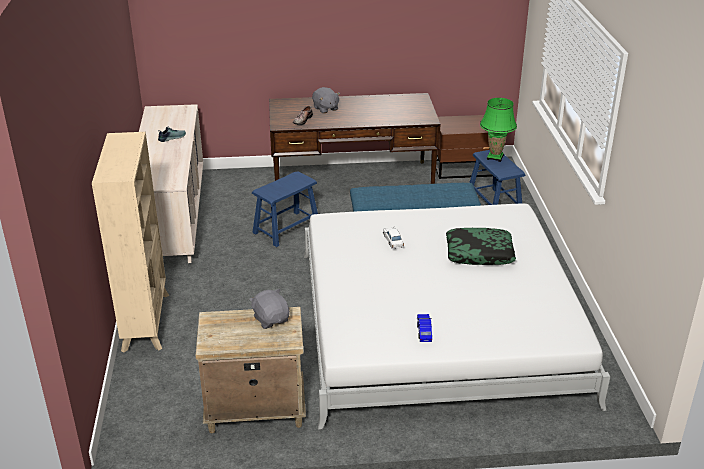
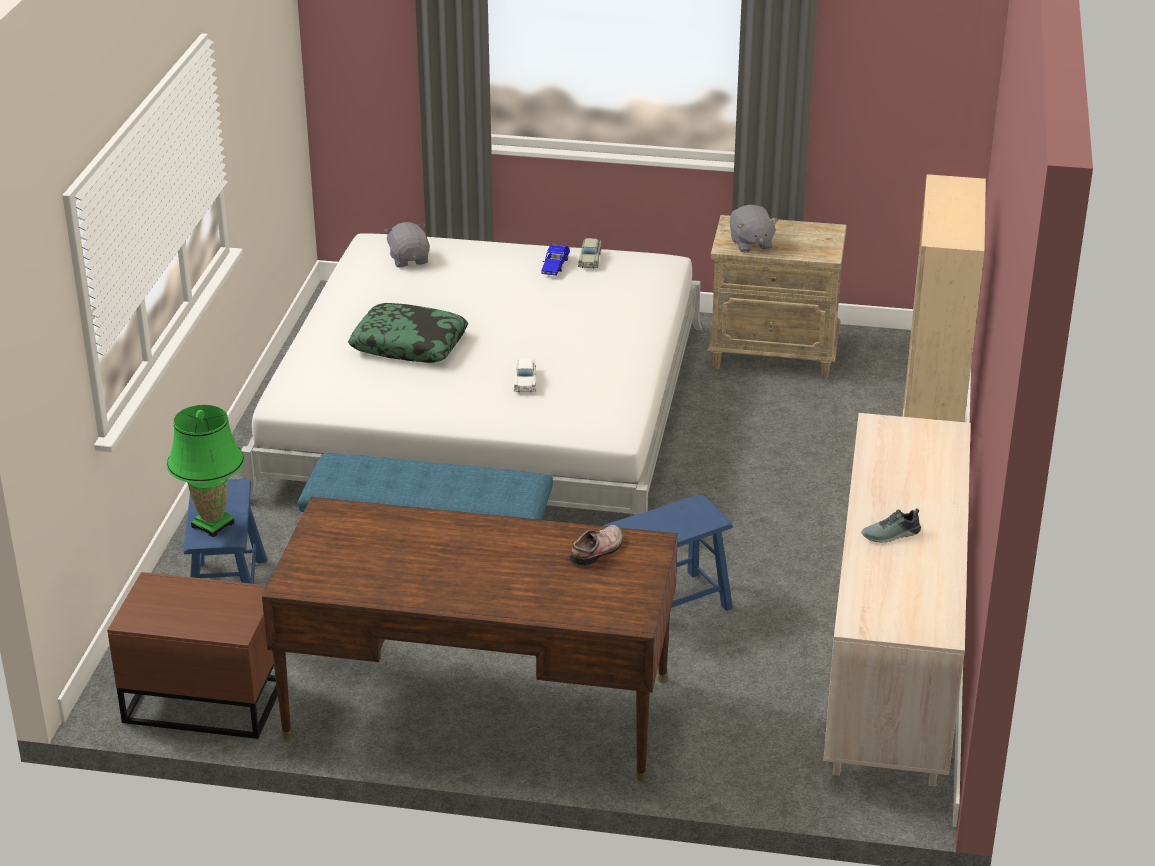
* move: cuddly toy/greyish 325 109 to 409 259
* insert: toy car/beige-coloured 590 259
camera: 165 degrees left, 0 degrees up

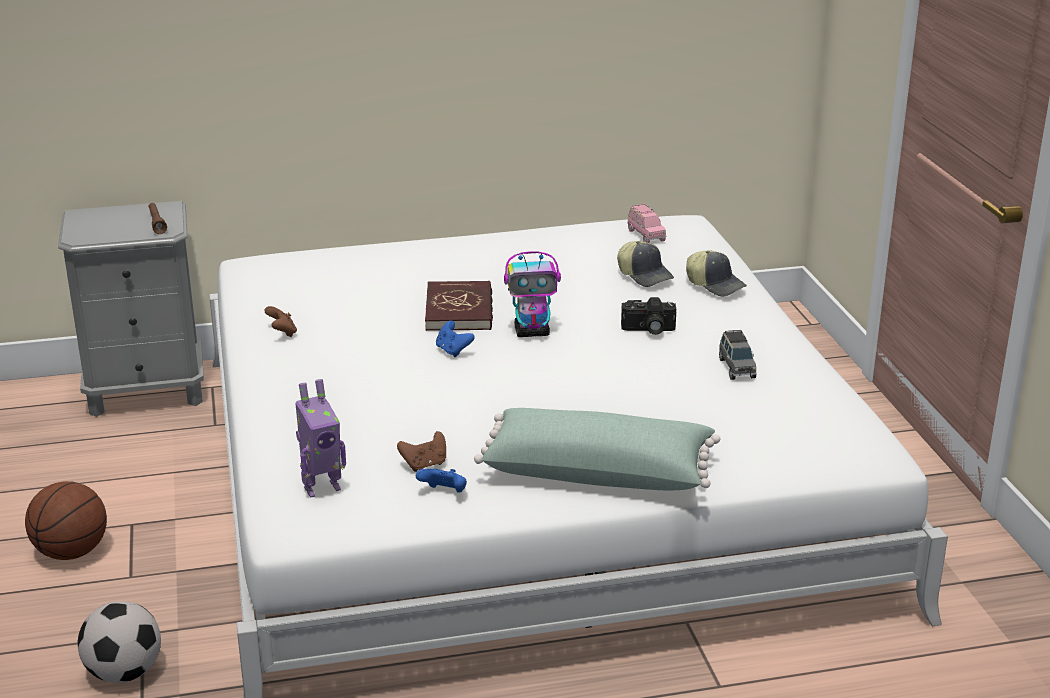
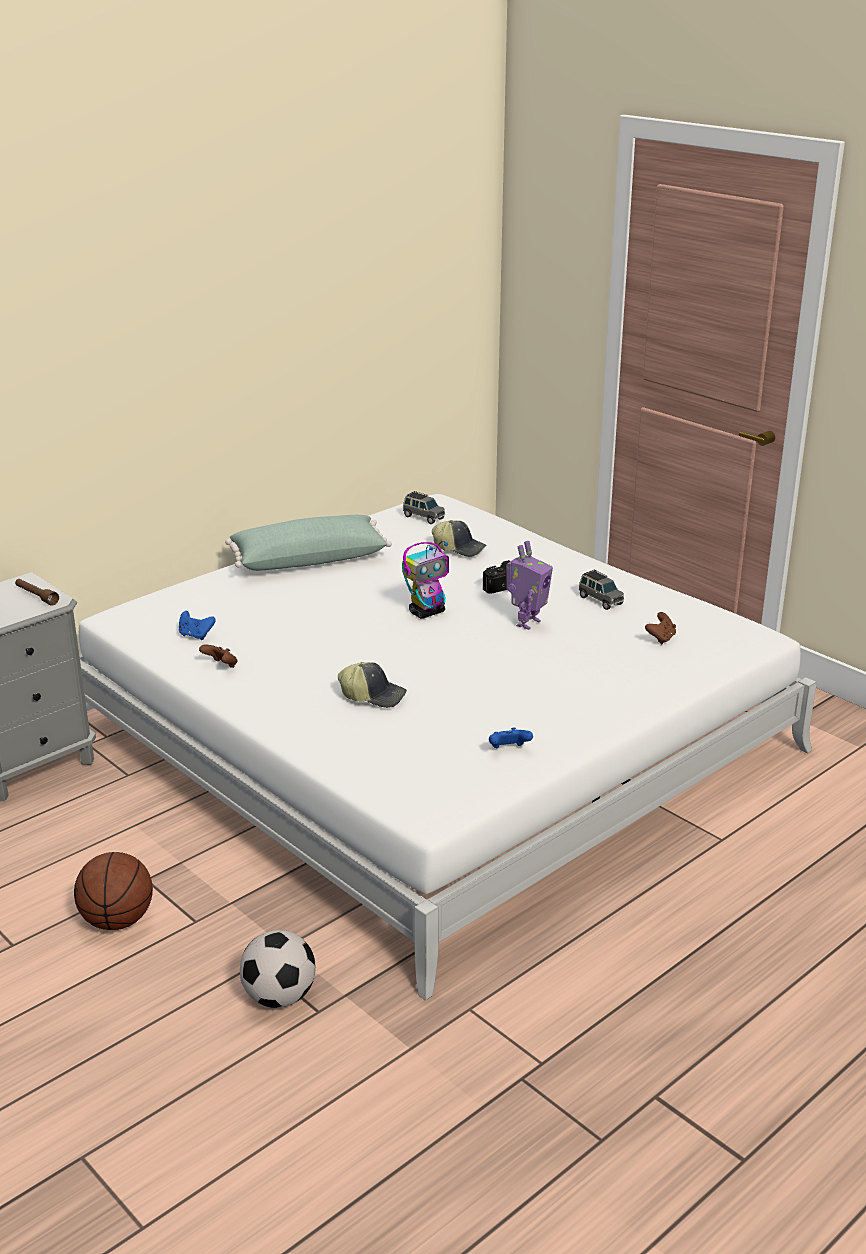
* move: gamepad/blue 453 351 to 196 635
* move: pillow/greenish 598 472 to 308 559
* move: cap 715 285 to 373 695
* recolor: toy car/pinkish 646 235 to toy car/greyish 423 517
* move: robot figure 321 487 to 527 623
* move: gamepad/brown 425 465 to 661 638
* delete: book/red-coloured 459 310
camera: 30 degrees left, 0 degrees up

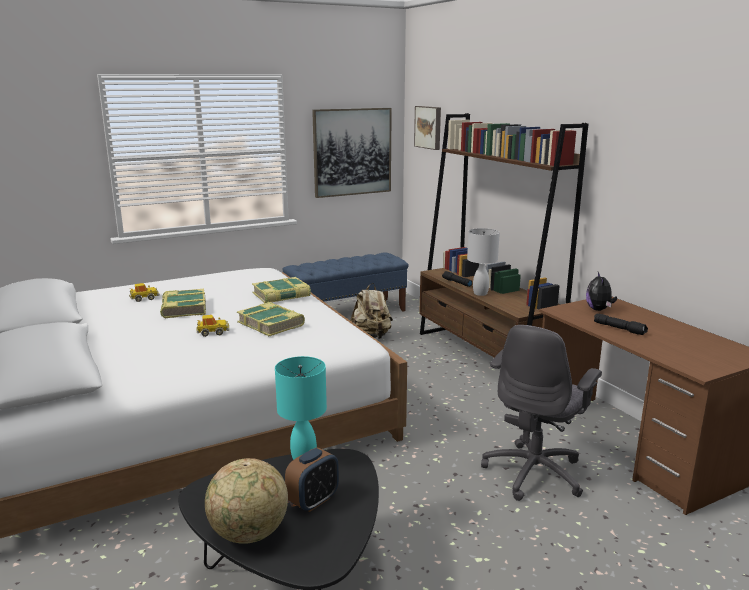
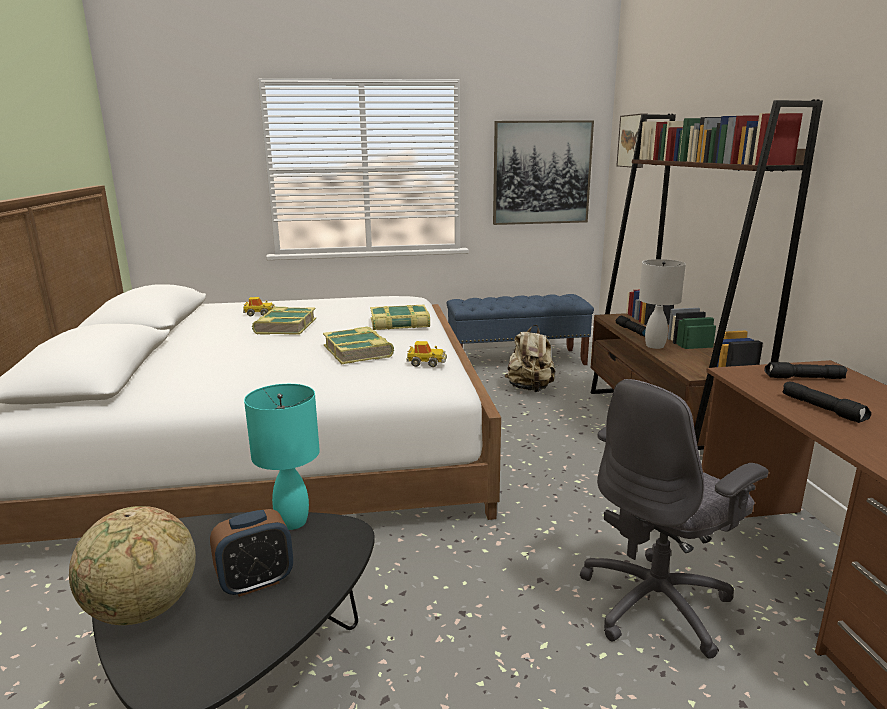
* move: toy car 213 332 to 426 363
* replace: cuddly toy 599 309 to flashlight/black 803 378
camera: 20 degrees right, 0 degrees up

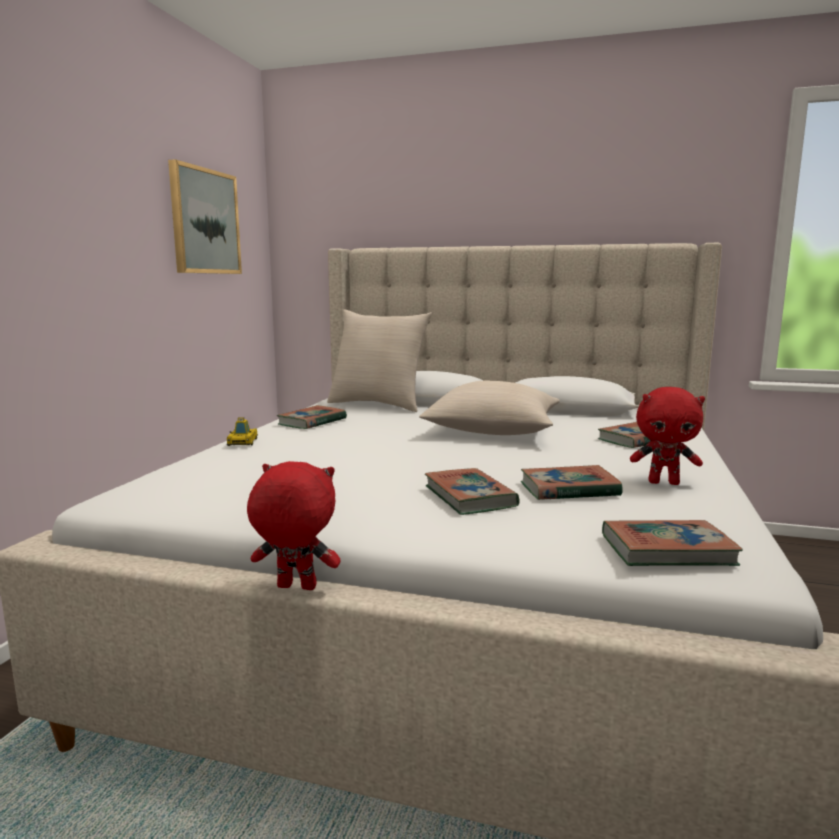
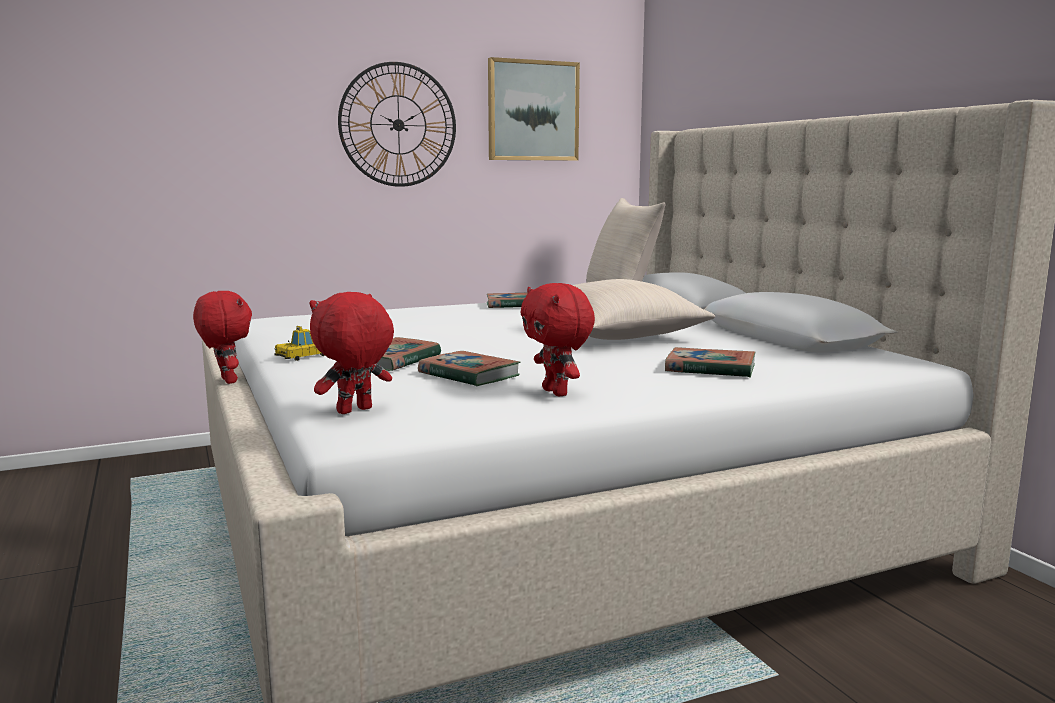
* move: toy car 242 442 to 303 356
* replace: book 667 550 to cuddly toy/red-coloured 355 411
* insert: hanging clock 398 125
camera: 50 degrees right, 0 degrees up

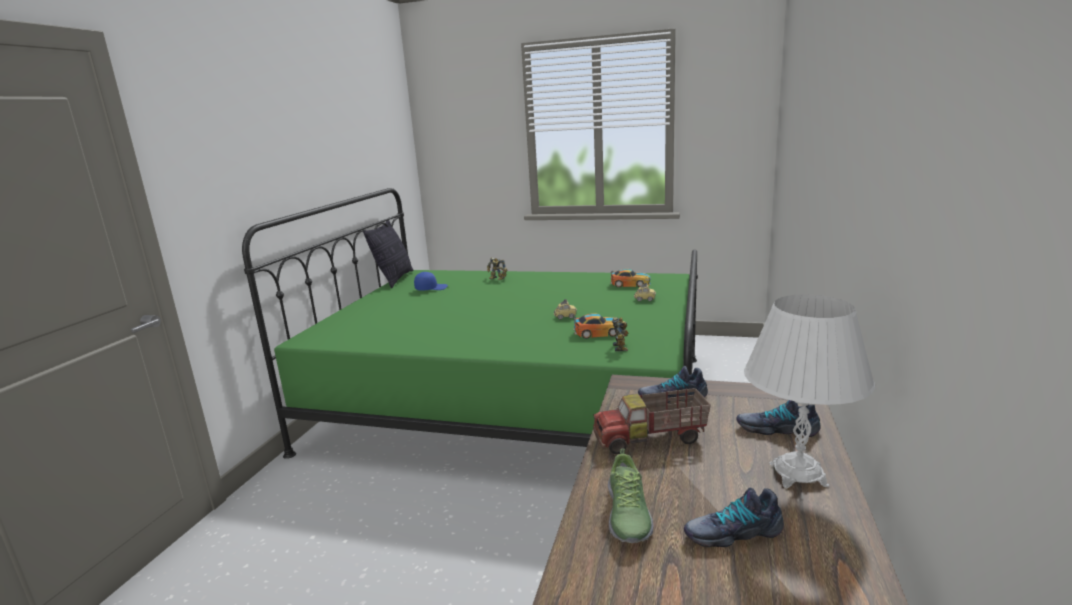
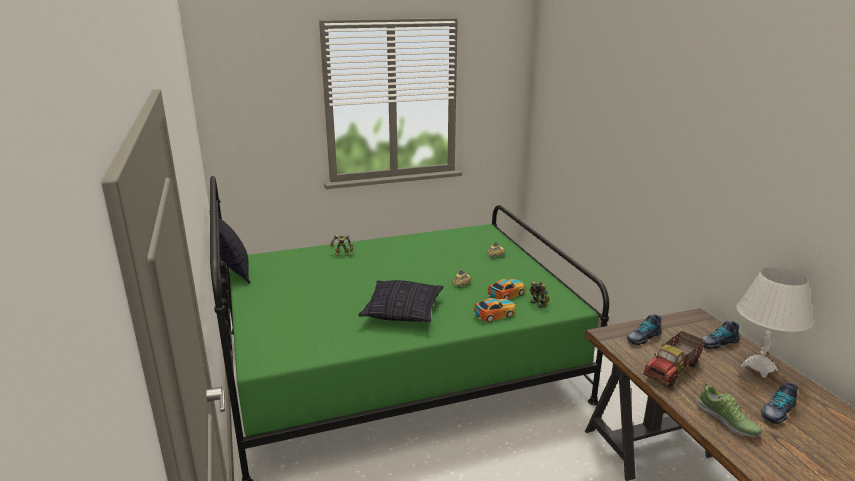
* insert: pillow 402 312
* move: toy car 630 284 to 495 314
* delete: cap/blue 431 288
camera: 35 degrees left, 5 degrees up

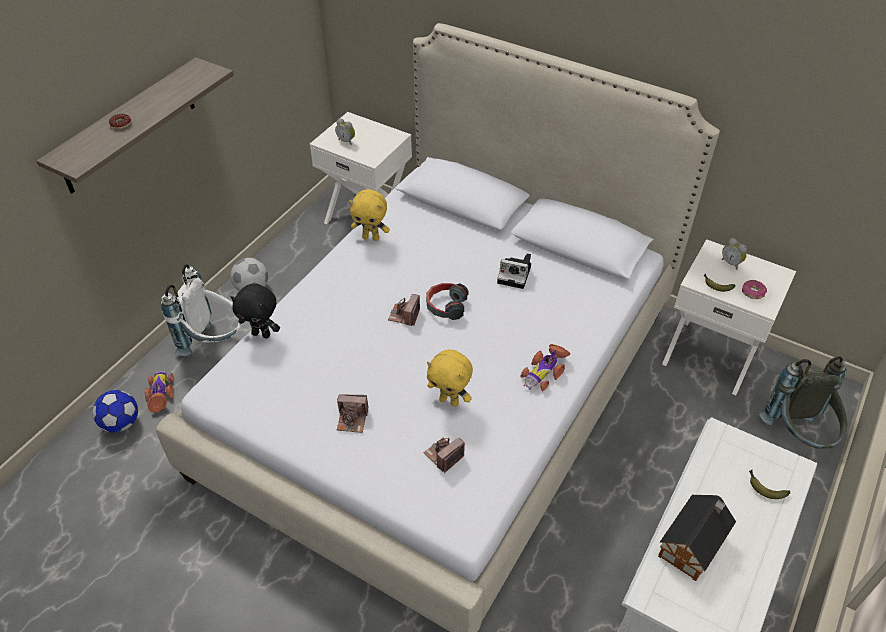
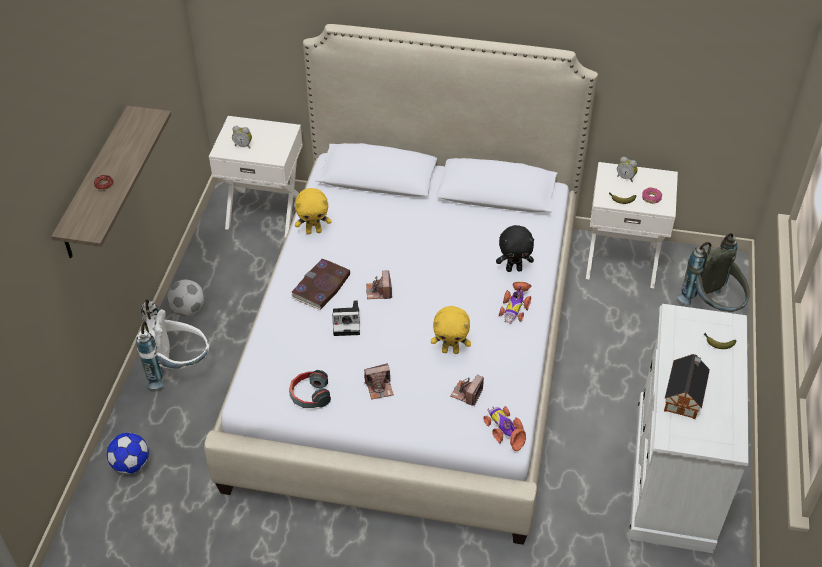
* move: headphones 446 306 to 309 395
* insert: book 321 286
* move: photo camera 516 274 to 348 322
* move: toy car 161 393 to 505 430
* move: cuddly toy/black 262 334 to 514 269
camera: 20 degrees left, 0 degrees up

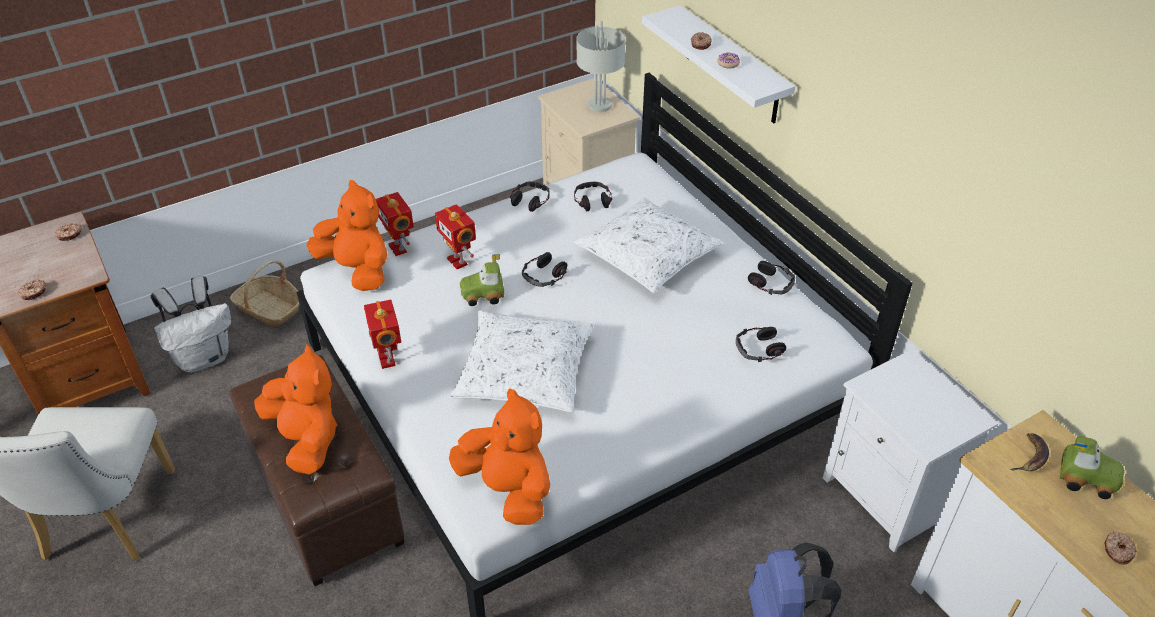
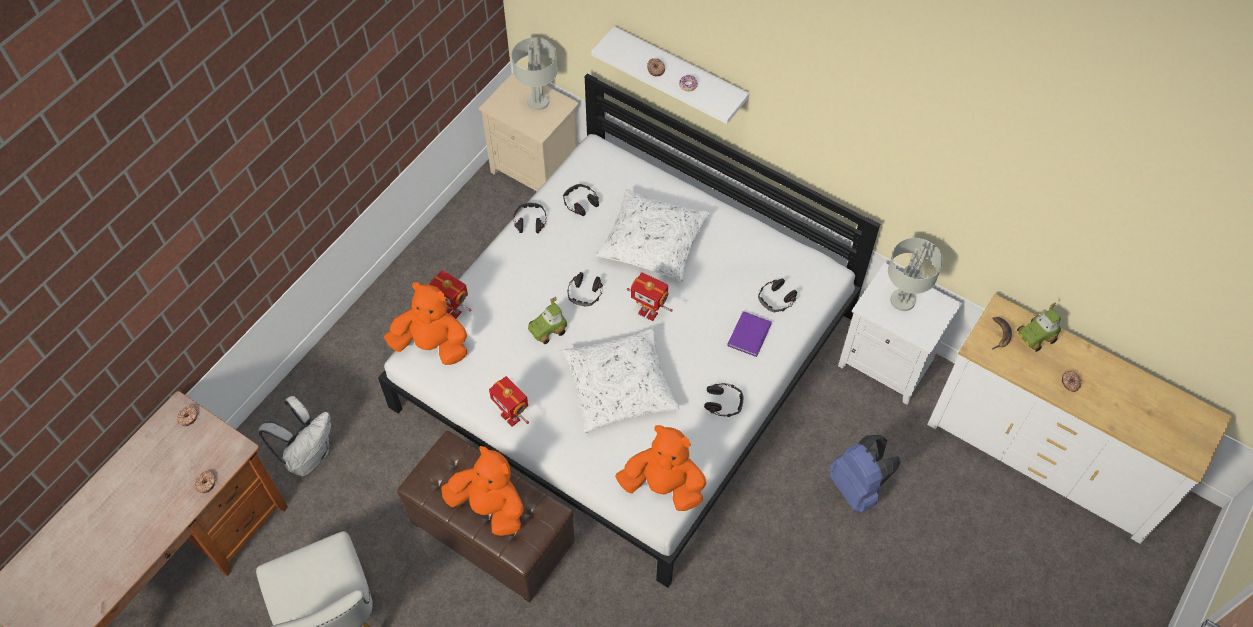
* move: robot figure 458 261 to 648 312
* move: headphones 771 283 to 723 402
* insert: book/purple 750 334
* insert: table lamp/greyish 902 301
* rotate: toy car 1086 477 = 1036 336 150 degrees clockwise
* delete: storage basket 269 309
camera: 25 degrees left, 15 degrees up

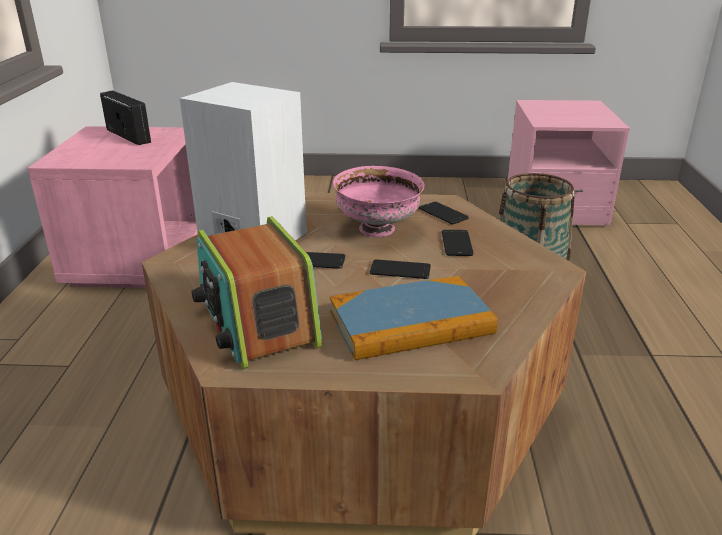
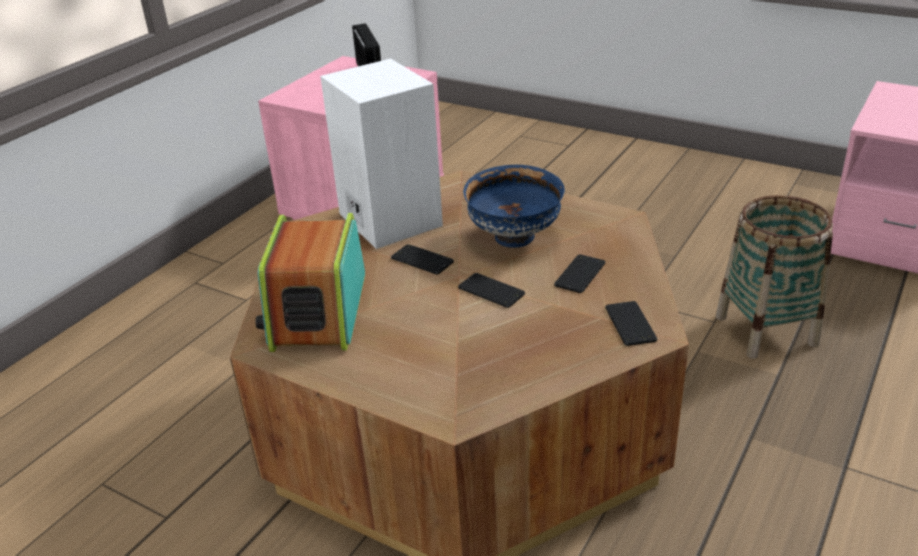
* recolor: bowl/pinkish 378 230 to bowl/blue 515 238
* move: telephone 443 213 to 630 324
* delete: book 410 323
camera: 30 degrees right, 5 degrees up

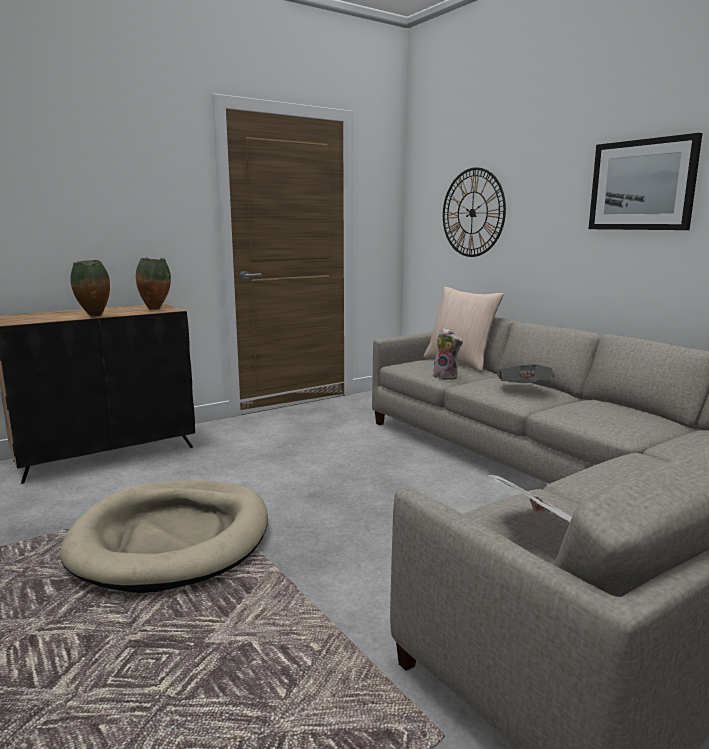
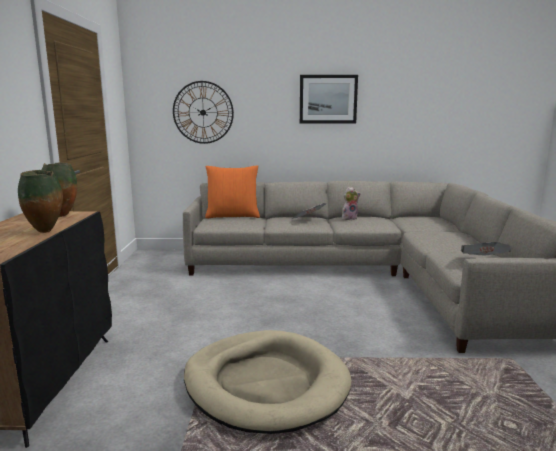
* recolor: pillow/beige-coloured 460 362 to pillow/orange-coloured 233 216
* move: cuddly toy 446 377 to 349 218
camera: 55 degrees left, 0 degrees up

